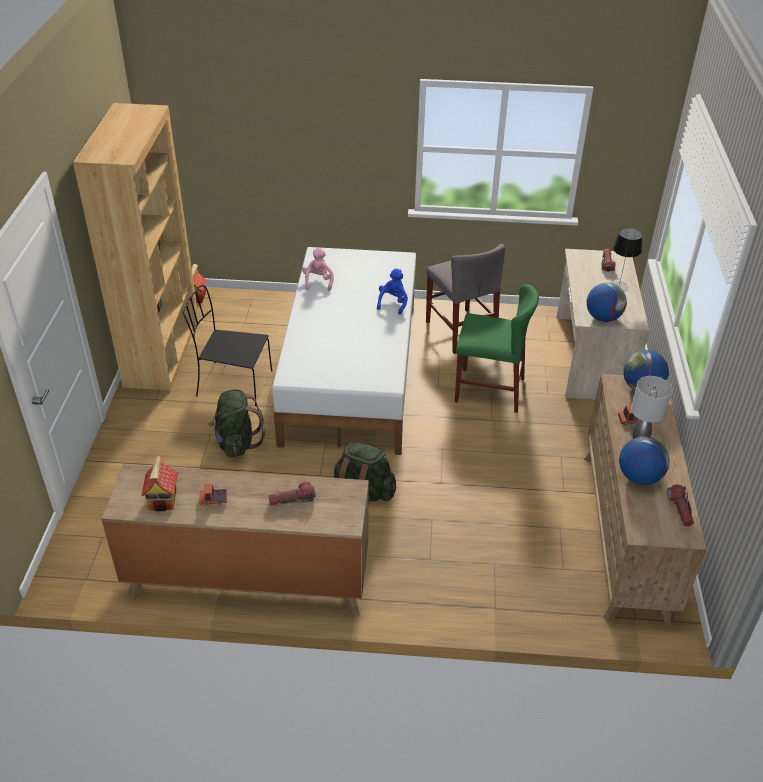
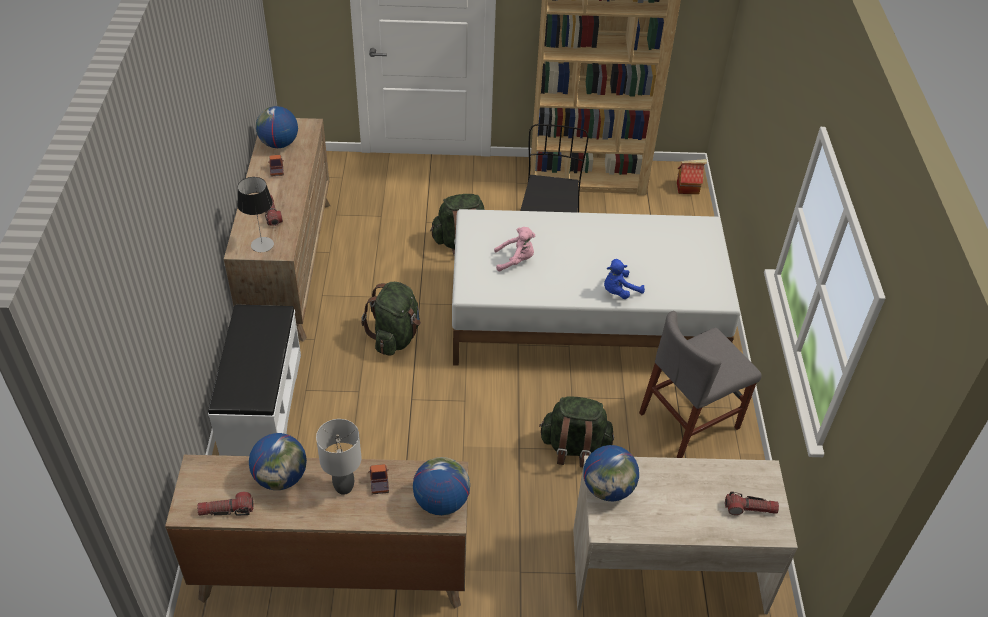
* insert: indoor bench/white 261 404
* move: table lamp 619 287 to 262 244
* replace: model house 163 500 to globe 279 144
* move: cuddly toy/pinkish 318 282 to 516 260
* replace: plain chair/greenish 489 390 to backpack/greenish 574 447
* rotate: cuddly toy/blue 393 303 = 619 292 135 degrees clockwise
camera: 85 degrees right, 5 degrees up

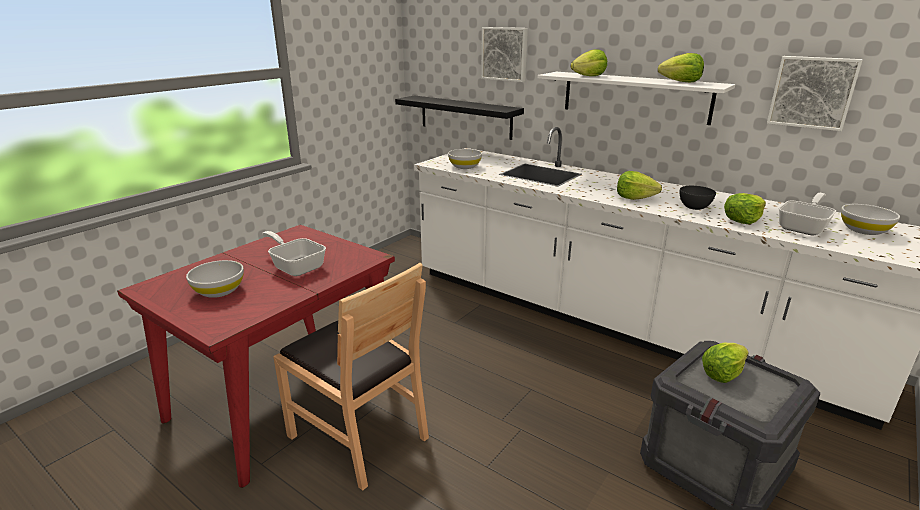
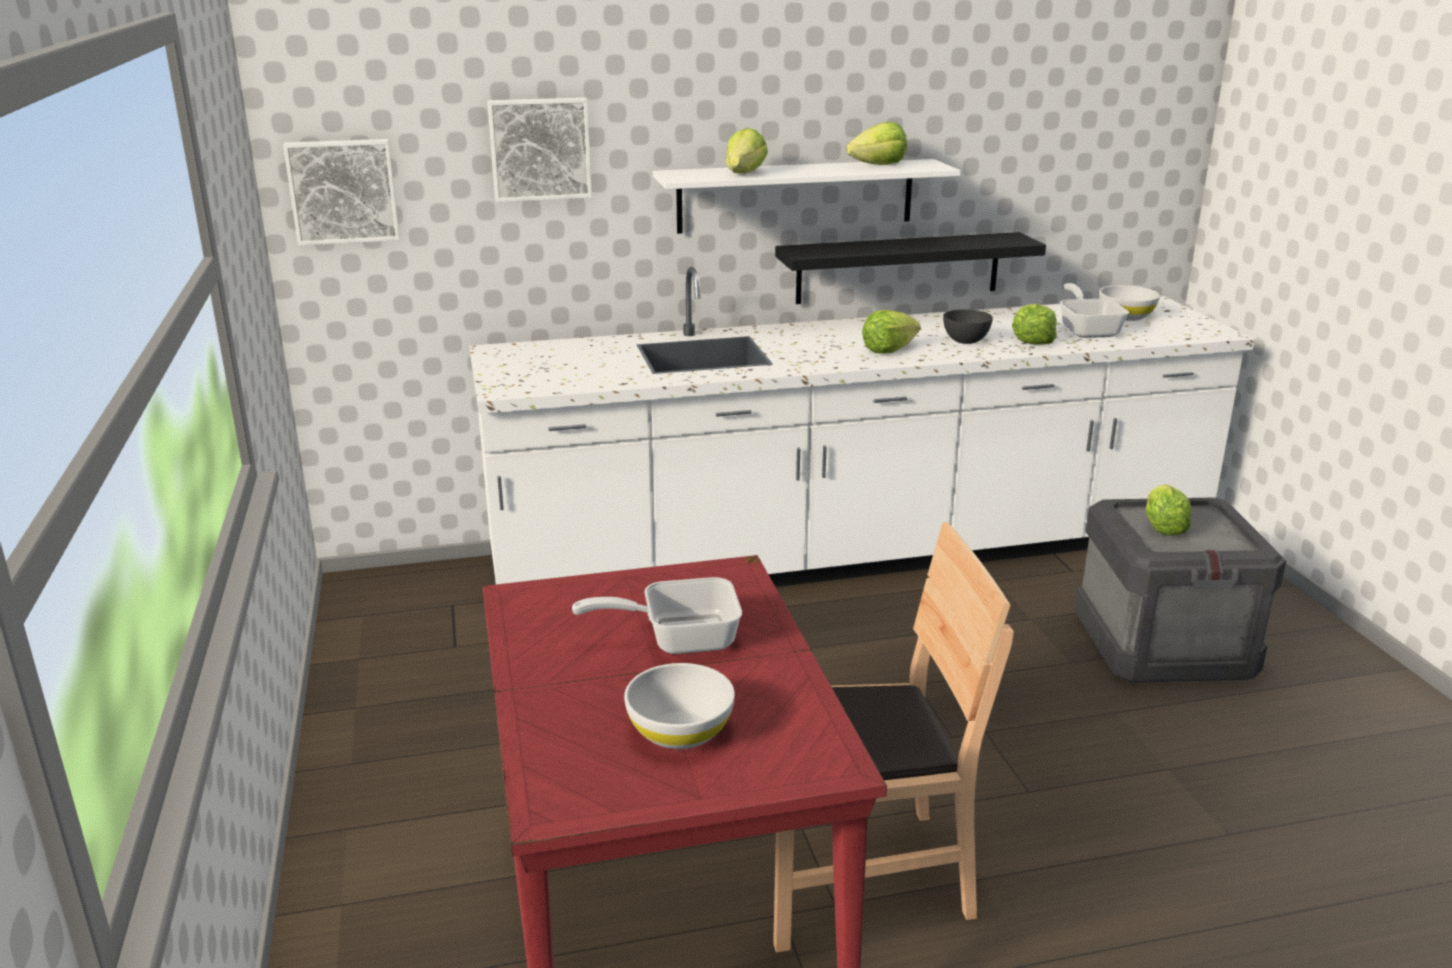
* move: wall art 812 92 to 343 191
* move: bracket shelf/black 465 117 to 898 268
* delete: bowl/white 465 167
camera: 50 degrees left, 0 degrees up

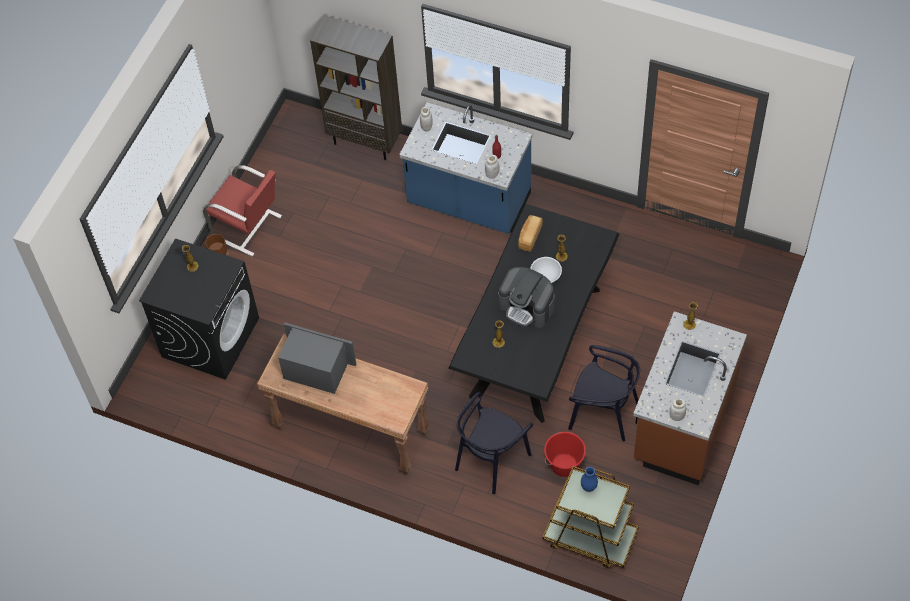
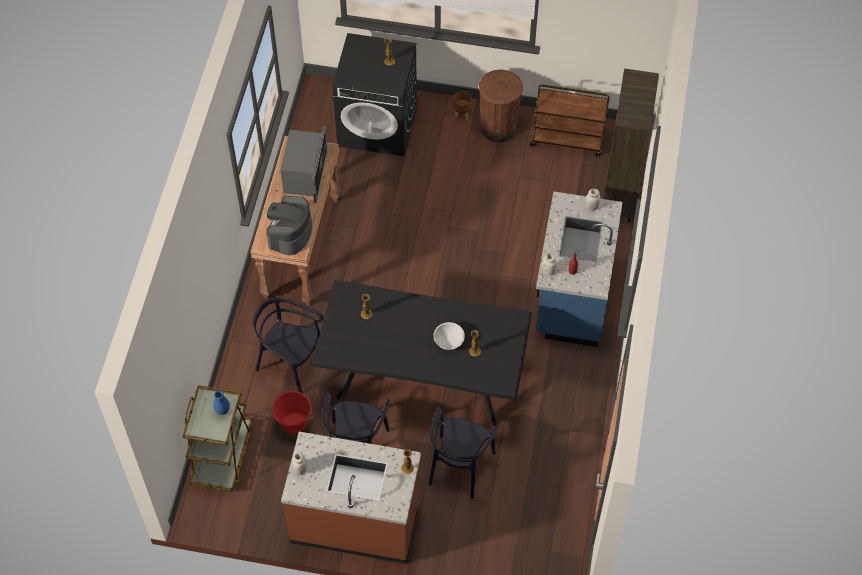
* move: coffee machine 527 306 to 290 233
* insert: plain chair/black 459 466
* replace: plain chair/red-coloured 248 228 to rubbish bin/brown 498 128
* insert: trolley/brown 568 139
* delete: bakery bread 529 237
camera: 75 degrees right, 0 degrees up

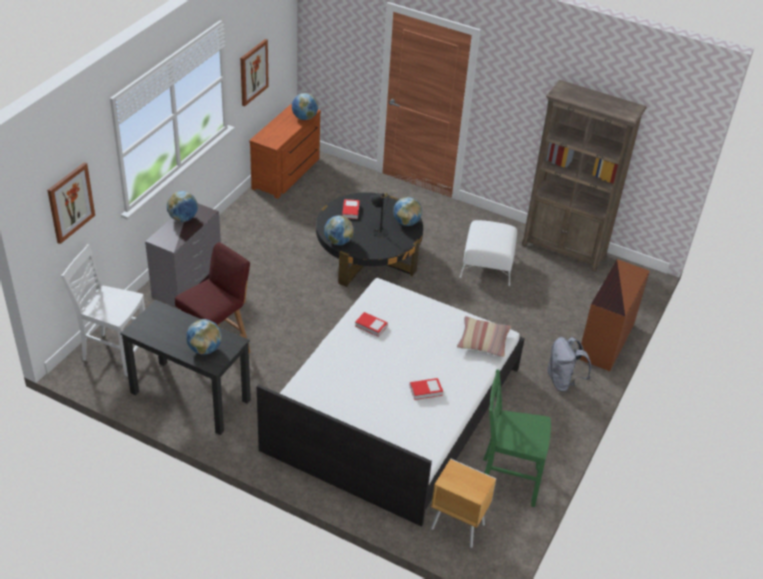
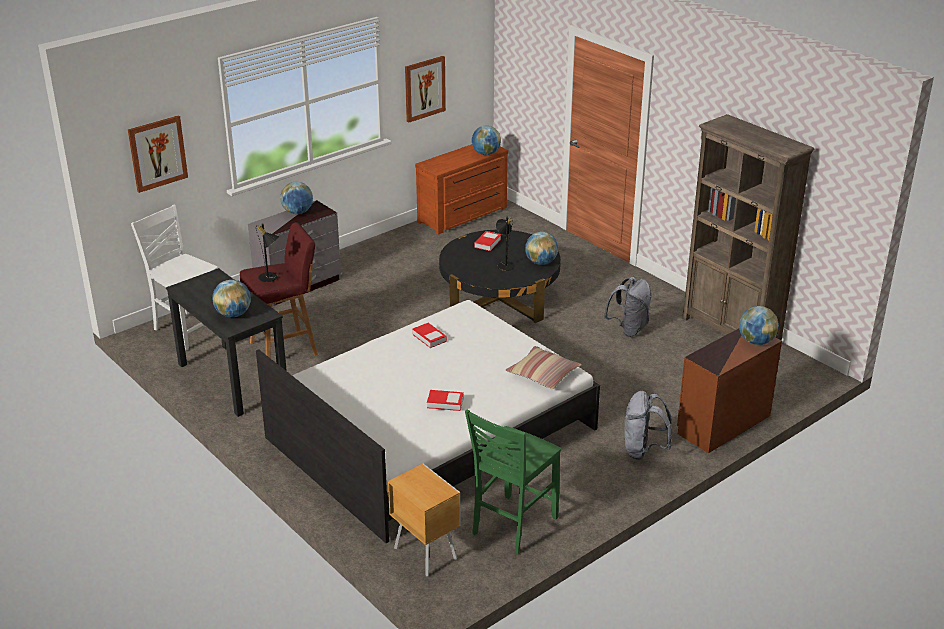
* insert: table lamp/black 270 278
* rotate: plain chair/greenish 507 480 = 512 525 90 degrees counterclockwise
* replace: ottoman/white 487 265 to backpack/greyish 628 329
* move: globe 338 241 to 756 341
camera: 25 degrees right, 10 degrees down

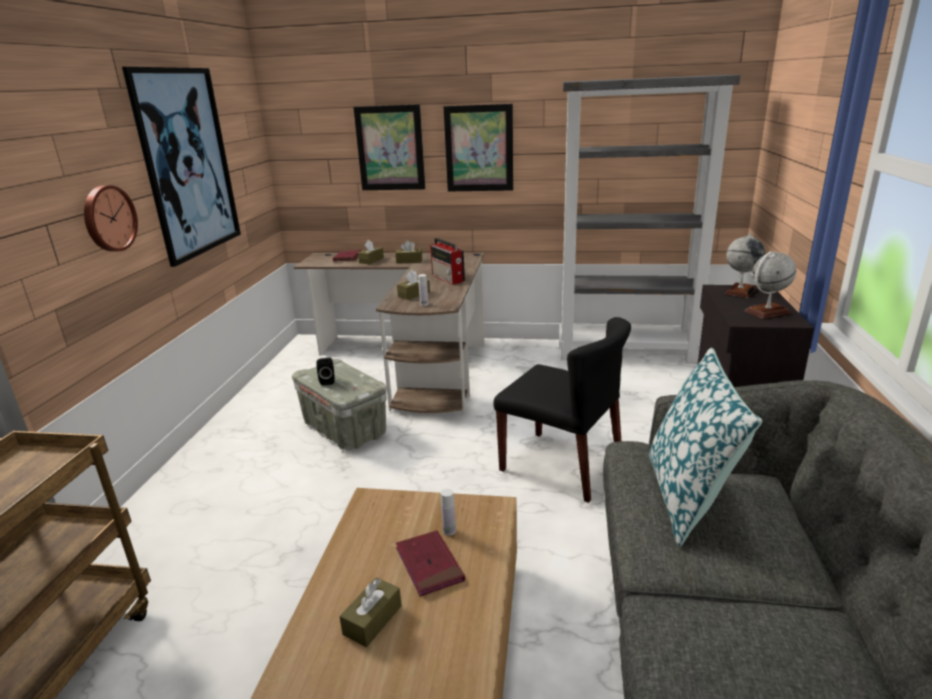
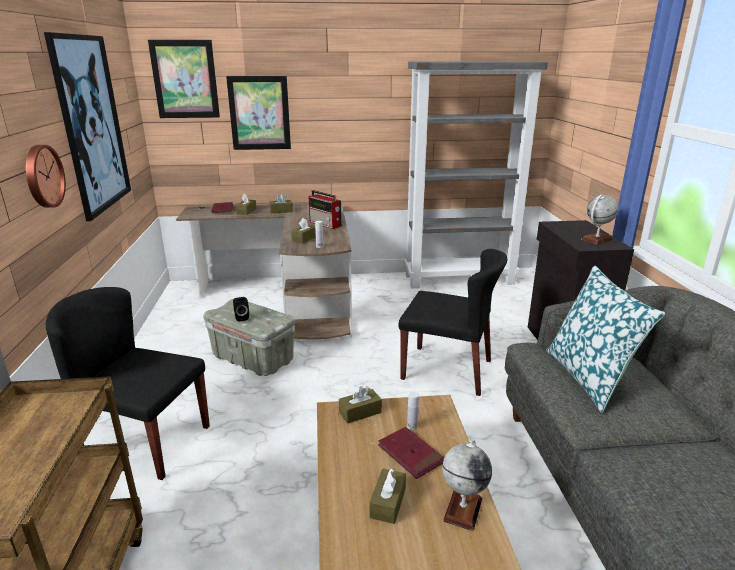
* insert: plain chair/black 145 442
* move: wall art 479 148 to 185 79
* insert: tissue box/brown 360 412
* move: globe 740 291 to 463 509
camera: 15 degrees left, 0 degrees up

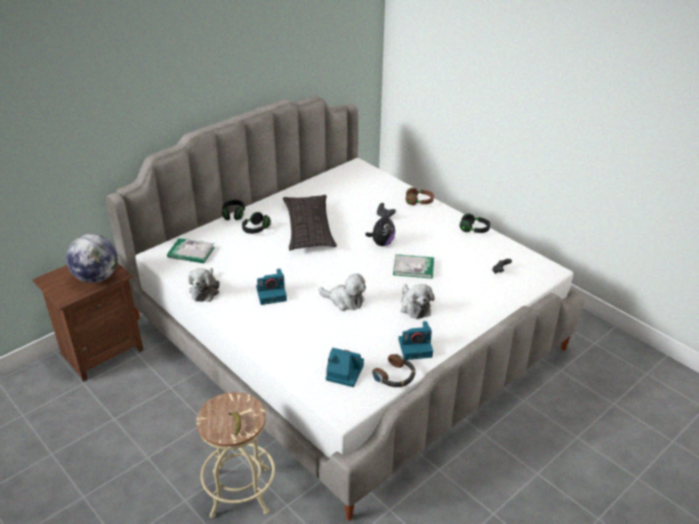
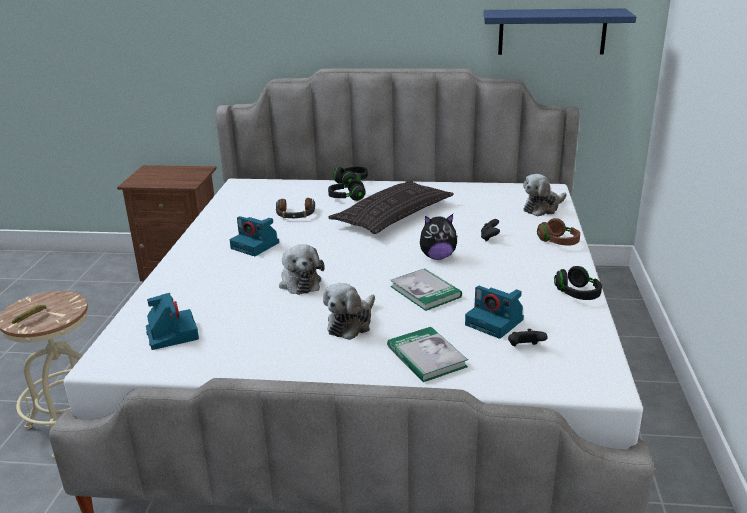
* move: headphones 395 376 to 295 214
* move: book 191 252 to 426 357
* move: photo camera 416 347 to 495 322
* insert: bracket shelf/blue 552 32
* move: cuddly toy 205 290 to 542 208
* delete: globe 96 277
camera: 50 degrees right, 10 degrees down

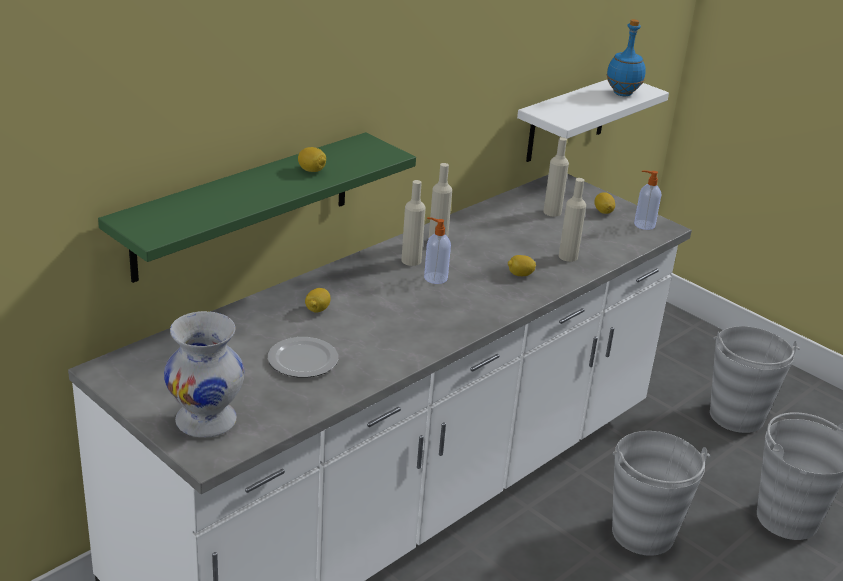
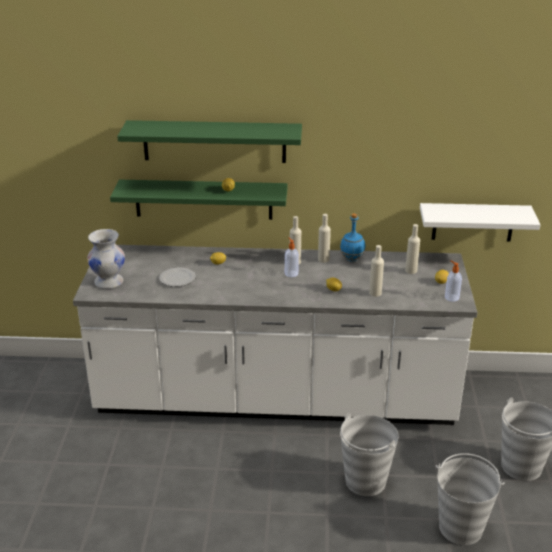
* insert: bracket shelf/greenish 214 141
* move: beverage bottle/blue 622 93 to 352 259
camera: 50 degrees right, 0 degrees up

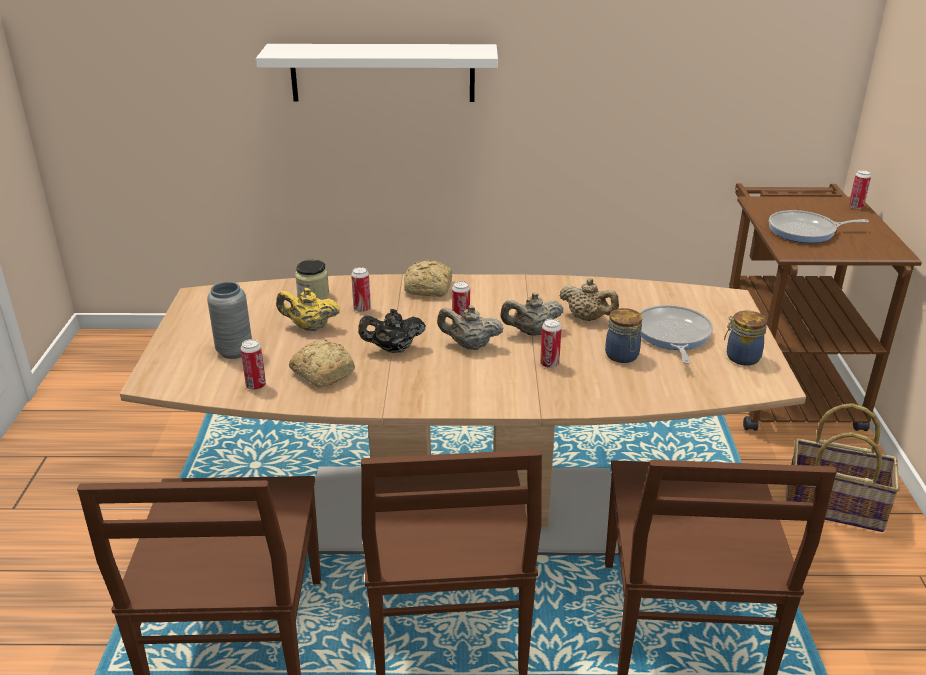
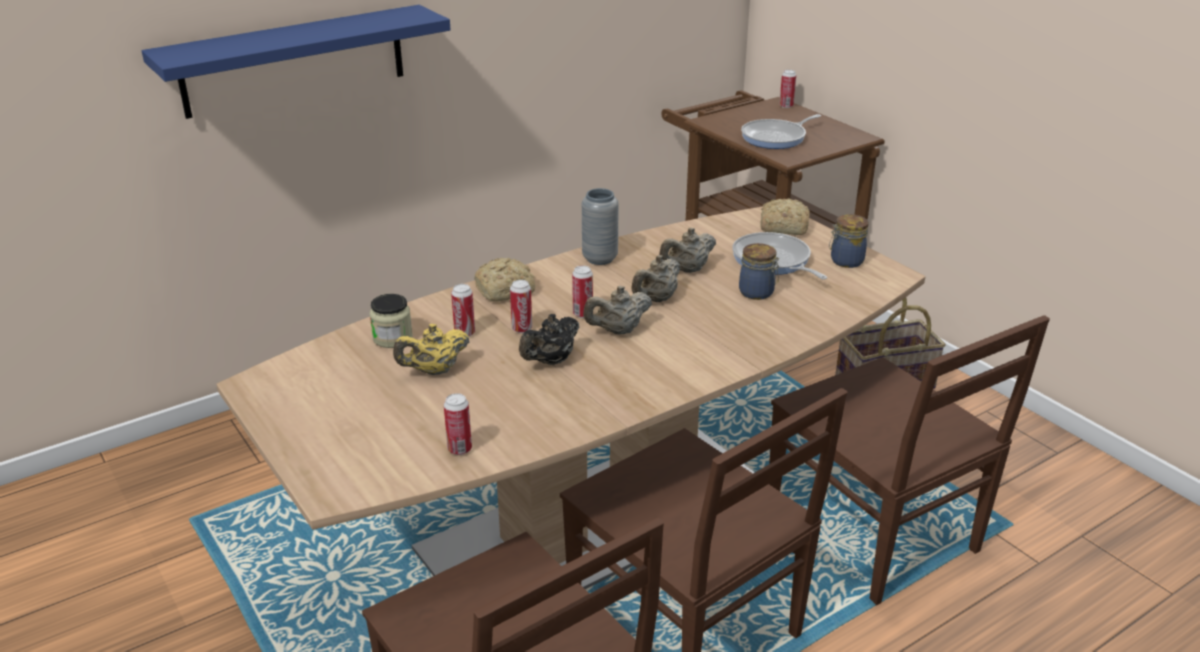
* recolor: bracket shelf/white 382 72 to bracket shelf/blue 294 61
* move: can 549 364 to 522 329
* move: vase/greyish 234 351 to 600 258
* rotate: teapot/beige-coloured 587 318 = 687 270 150 degrees clockwise
* move: bakery bread 323 372 to 782 227
camera: 35 degrees left, 0 degrees up

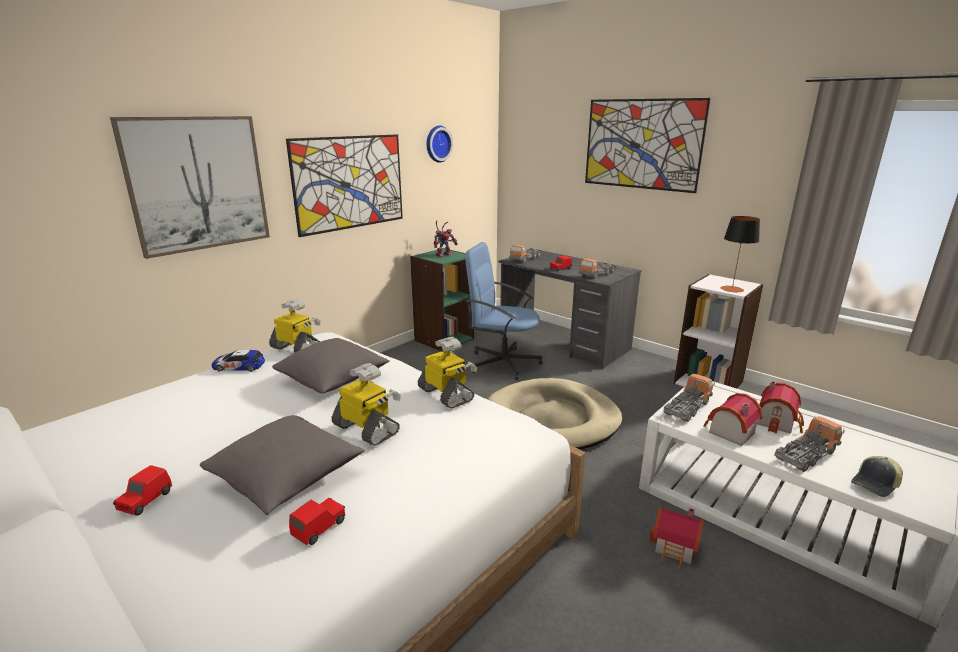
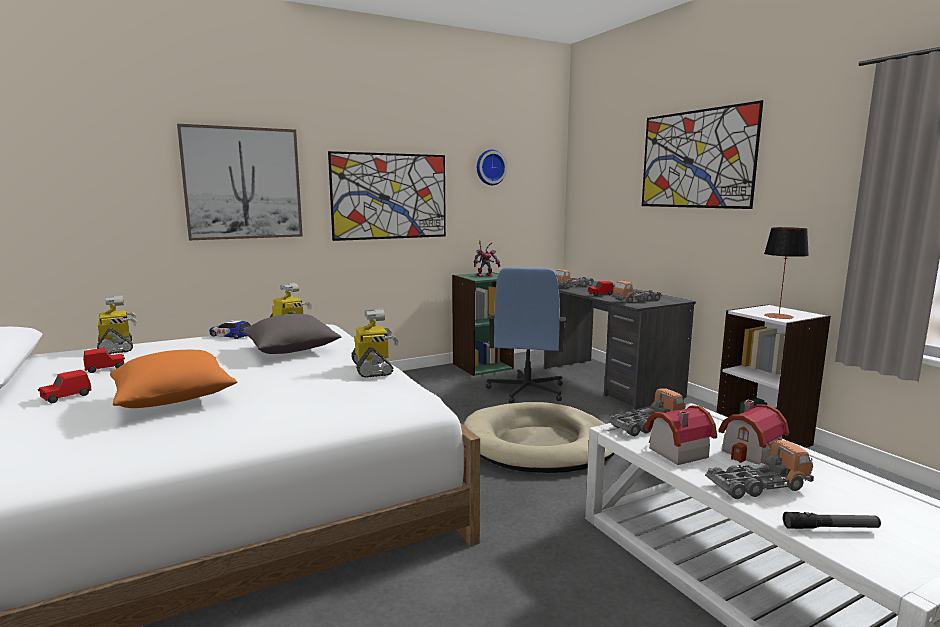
* move: toy car/red-coloured 319 528 to 105 368
* move: robot figure 367 429 to 117 348
* recolor: pillow/greyish 287 478 to pillow/orange-coloured 174 399
* rotate: office chair/blue 503 363 = 526 391 120 degrees counterclockwise
* replace: cap 876 484 to flashlight 830 528
* delete: model house 676 549
camera: 20 degrees right, 10 degrees down

